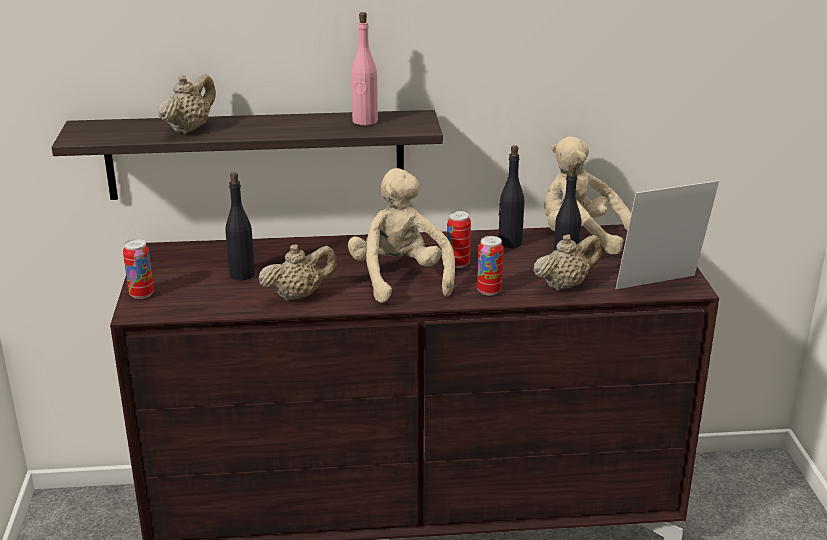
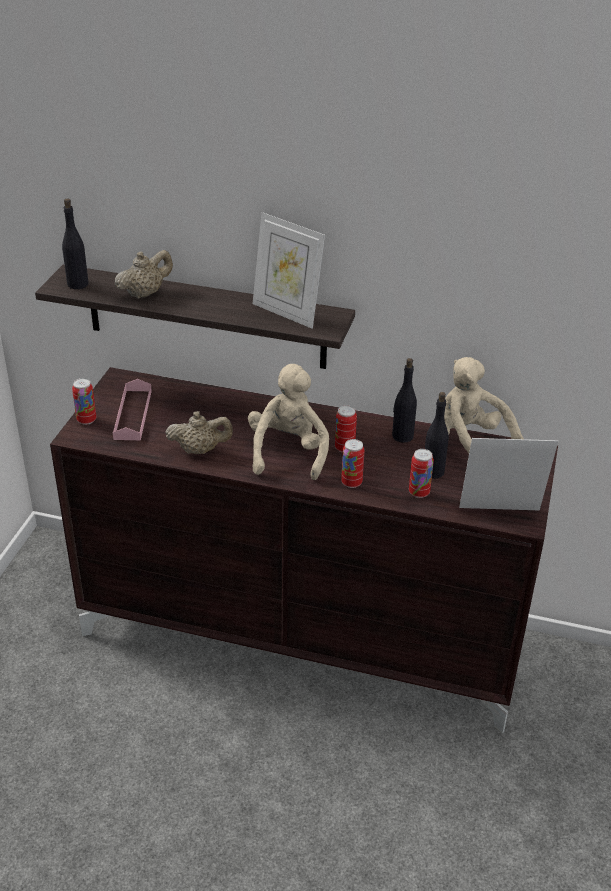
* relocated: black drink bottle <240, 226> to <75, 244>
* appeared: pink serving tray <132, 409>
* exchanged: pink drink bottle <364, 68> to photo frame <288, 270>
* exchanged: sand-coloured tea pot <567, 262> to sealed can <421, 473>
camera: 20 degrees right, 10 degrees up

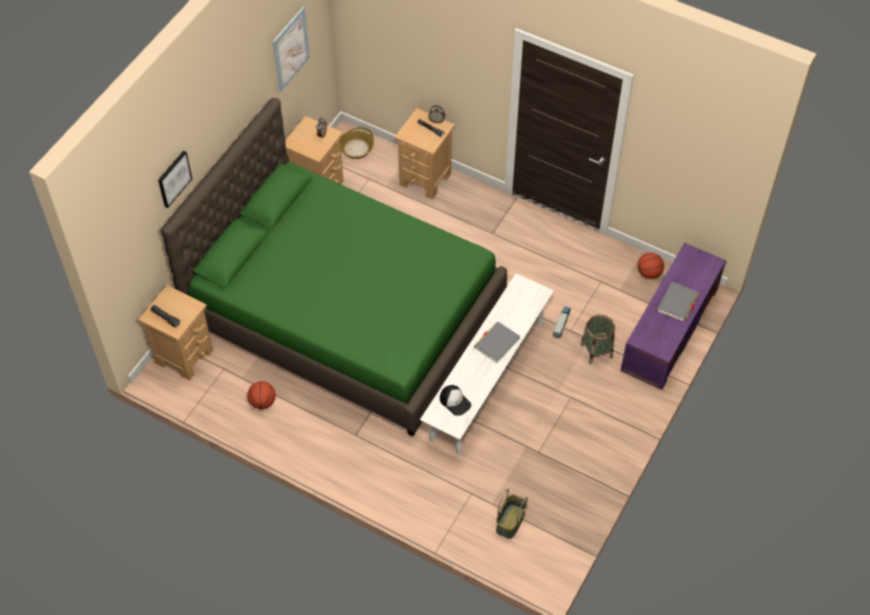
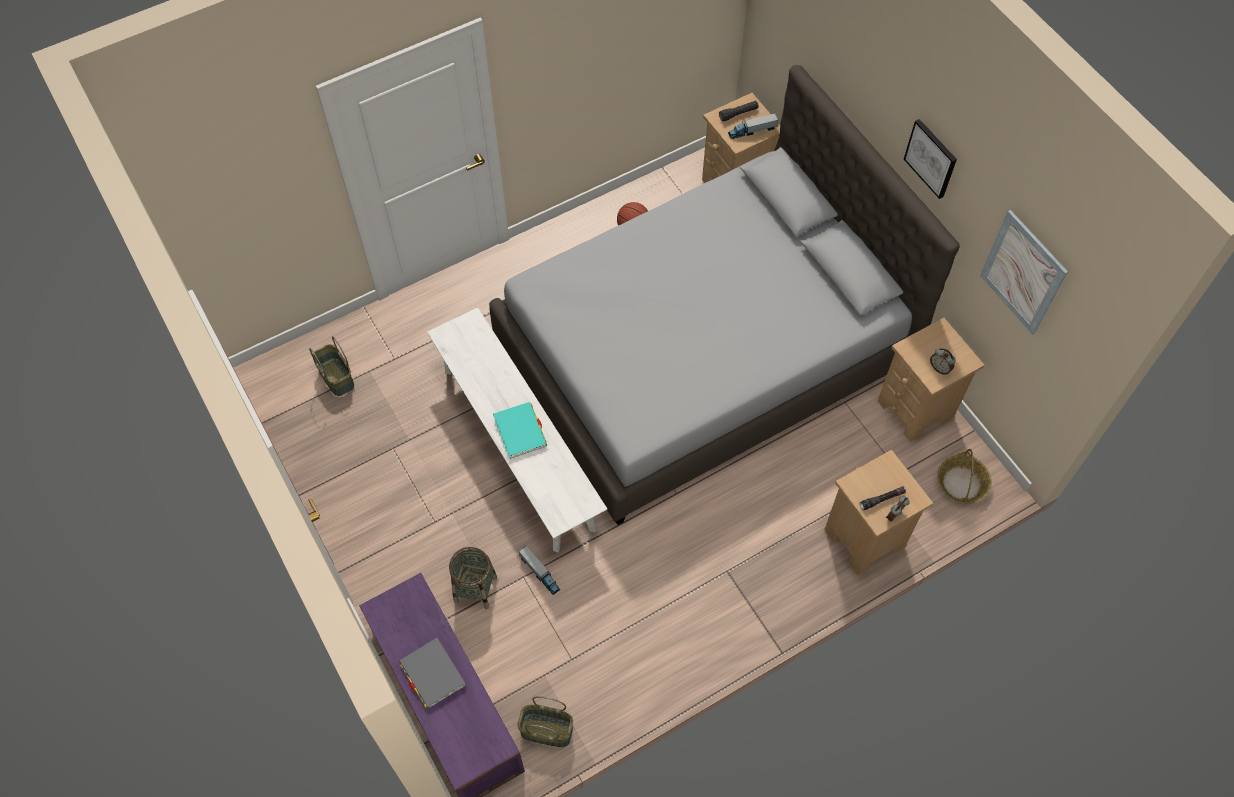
* colour: greenish sleeping bed <334, 267> to gray sleeping bed <724, 295>
* colour: gray bound book <497, 342> to blue-green bound book <520, 430>
* exchanged: basketball <651, 266> to storage basket <545, 721>
* appeared: toy truck <753, 126>
* relocated: wall picture <175, 179> to <930, 159>
* missing: cap <455, 400>
camera: 120 degrees right, 5 degrees up

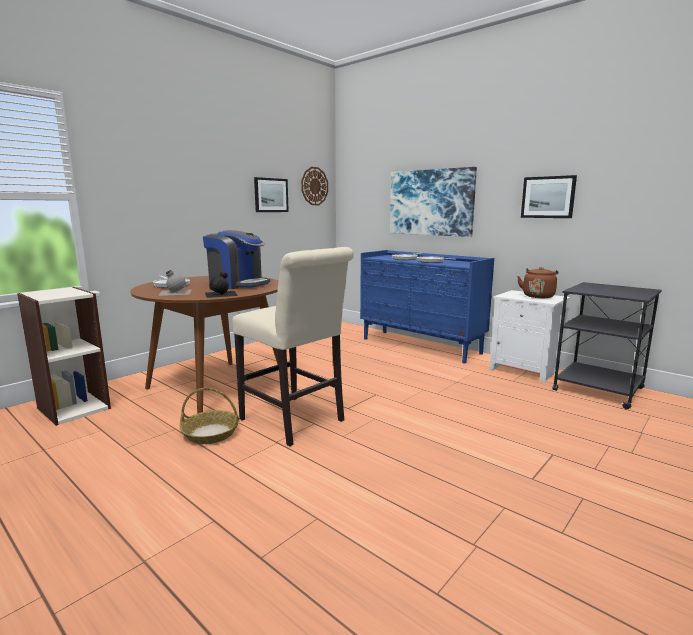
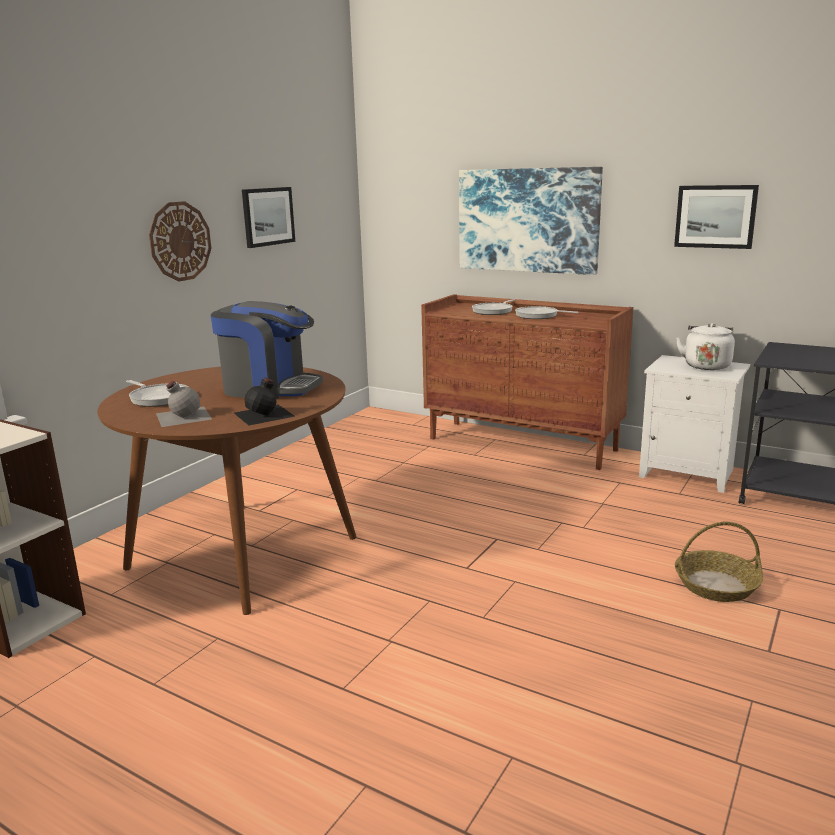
* relocated: wall clock <314, 186> to <180, 241>
* colour: bluish cupboard <427, 307> to brown cupboard <527, 382>
* relocated: storage basket <210, 416> to <719, 562>
* colour: brown water kettle <538, 282> to white-coloured water kettle <705, 346>
* missing: sand-coloured stool seat <293, 346>
camera: 10 degrees left, 5 degrees up

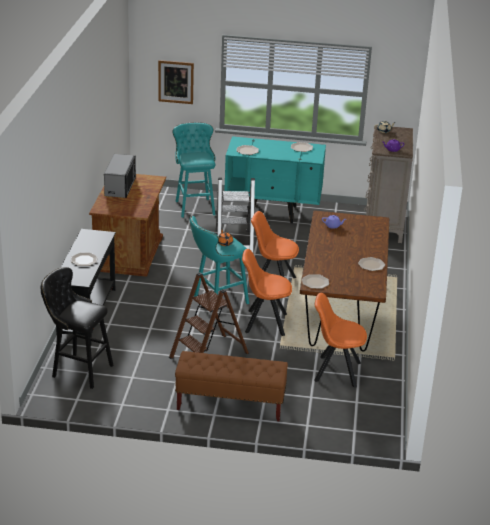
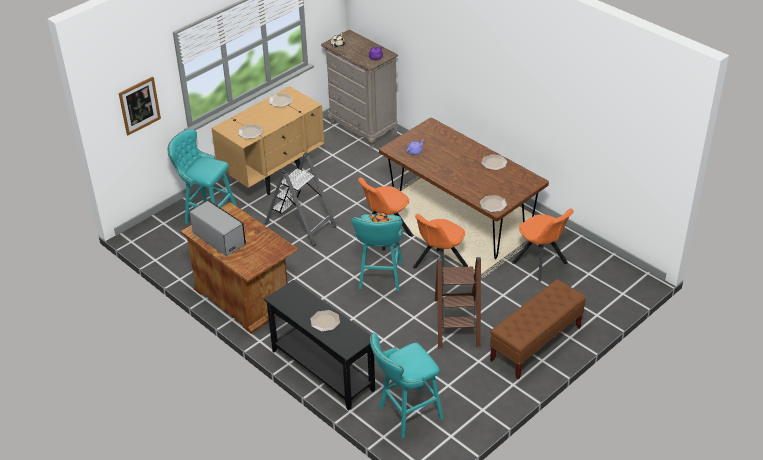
* colour: blue-green drawer chest <275, 179> to sand-coloured drawer chest <267, 140>
* colour: black stool seat <77, 328> to blue-green stool seat <407, 385>
* spun: orange-coloured plain chair <340, 340> = <543, 245> 90 degrees counterclockwise
camera: 50 degrees left, 10 degrees up

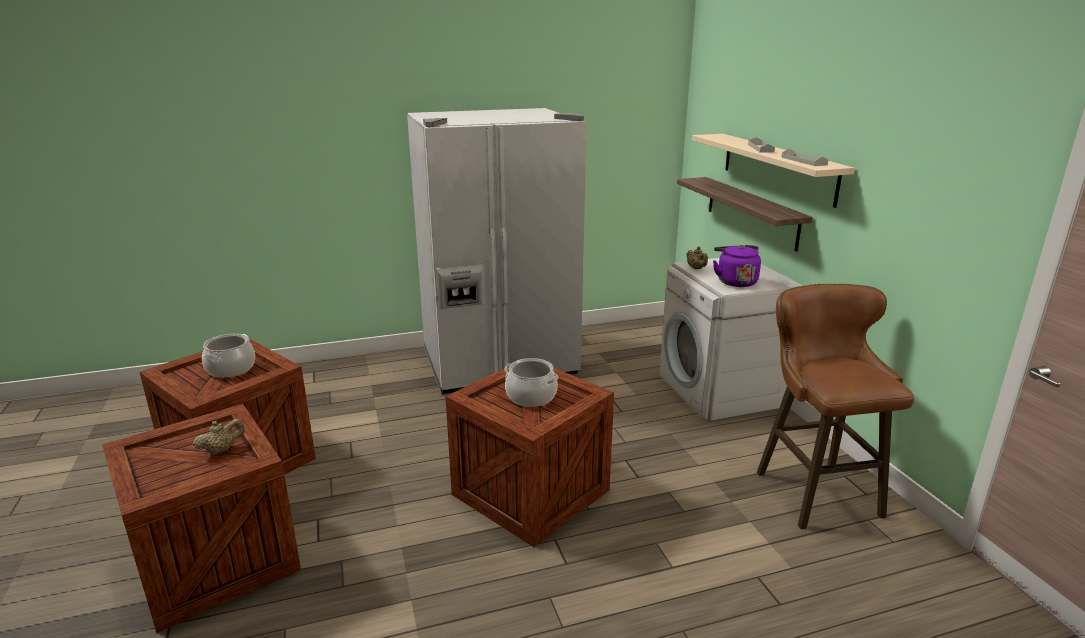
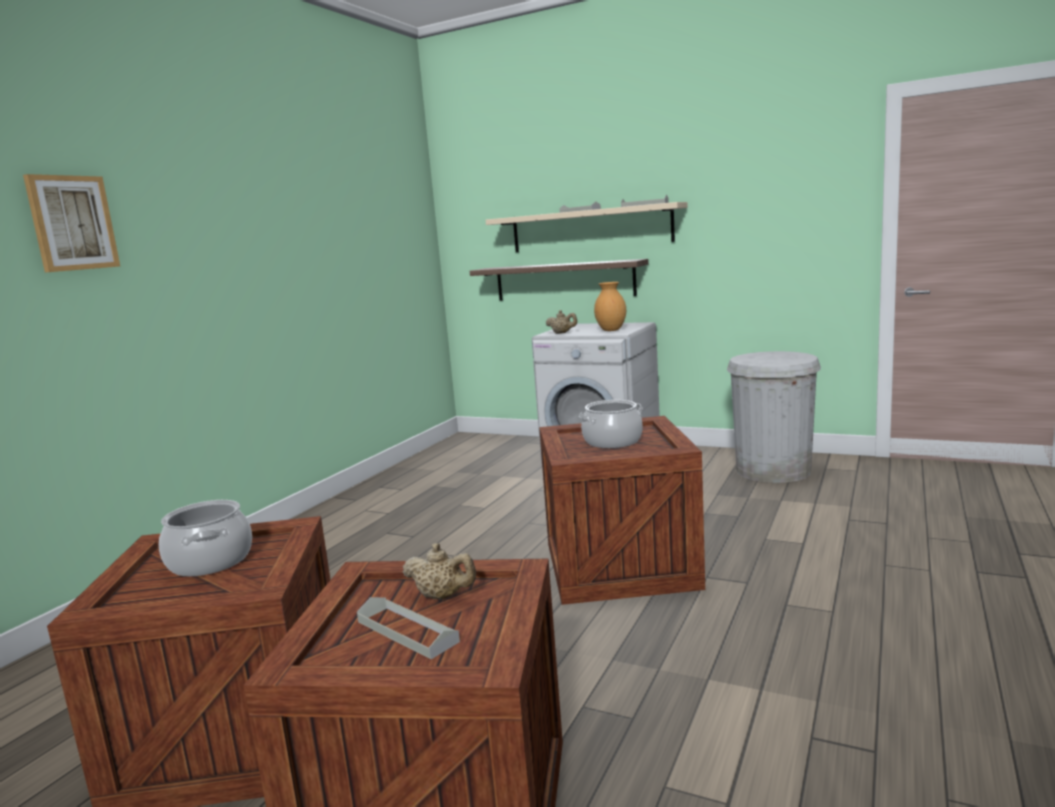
* appeared: wall picture <71, 223>
* appeared: gray serving tray <408, 628>
* spun: sand-coloured tea pot <219, 437> = <439, 571> 105 degrees clockwise
* exchanged: purplish water kettle <737, 266> to brown decorative vase <610, 306>
* exchanged: brown stool seat <835, 406> to white-coloured trash can <774, 417>
* missing: white-coloured refrigerator <497, 251>
camera: 45 degrees left, 10 degrees down

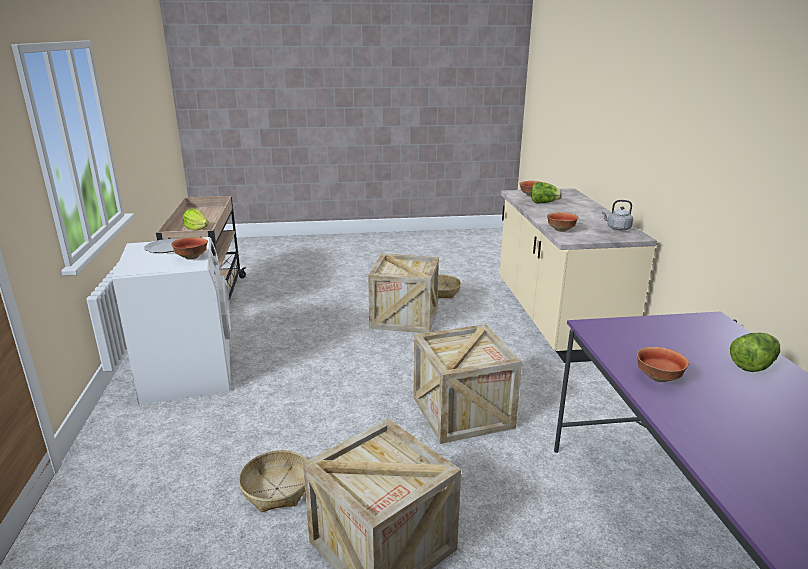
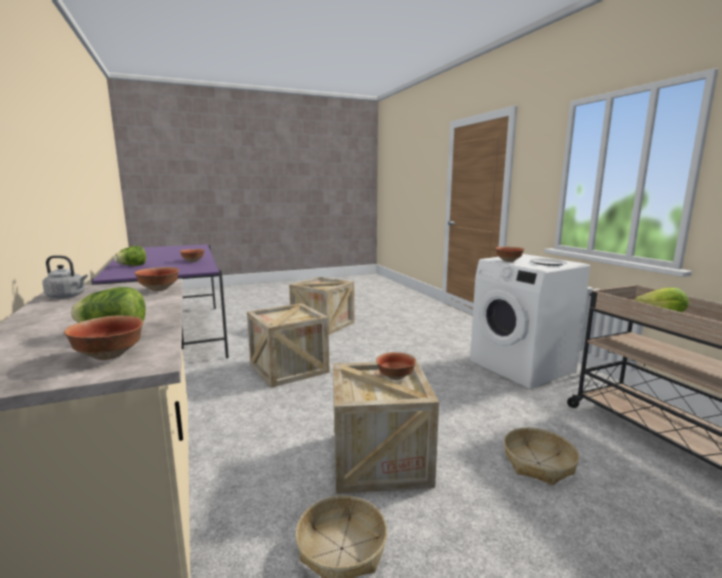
* appeared: bowl <396, 366>
* relocated: storage basket <272, 481> to <541, 456>
camera: 165 degrees right, 10 degrees down

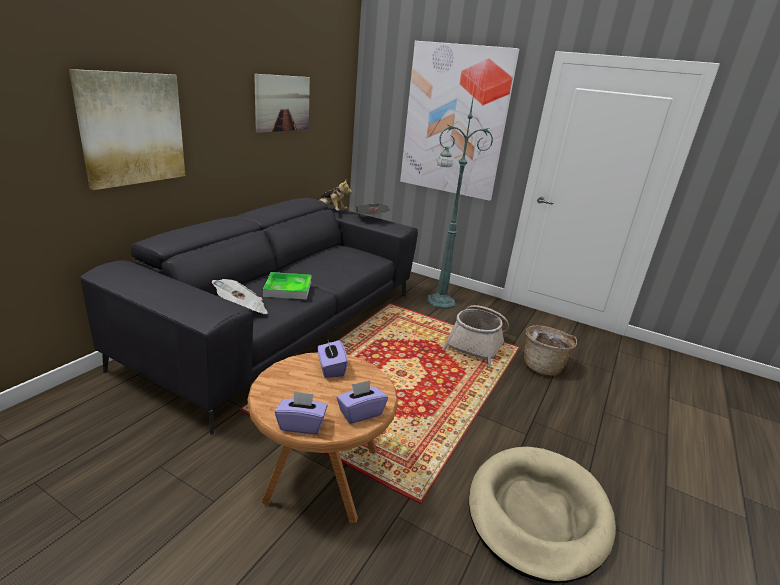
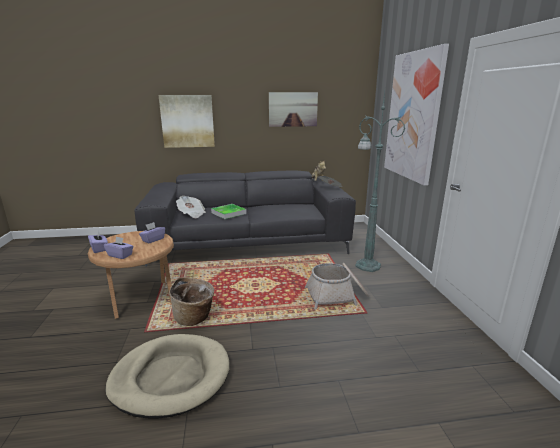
* relocated: storage basket <550, 350> to <191, 301>
camera: 55 degrees right, 5 degrees down

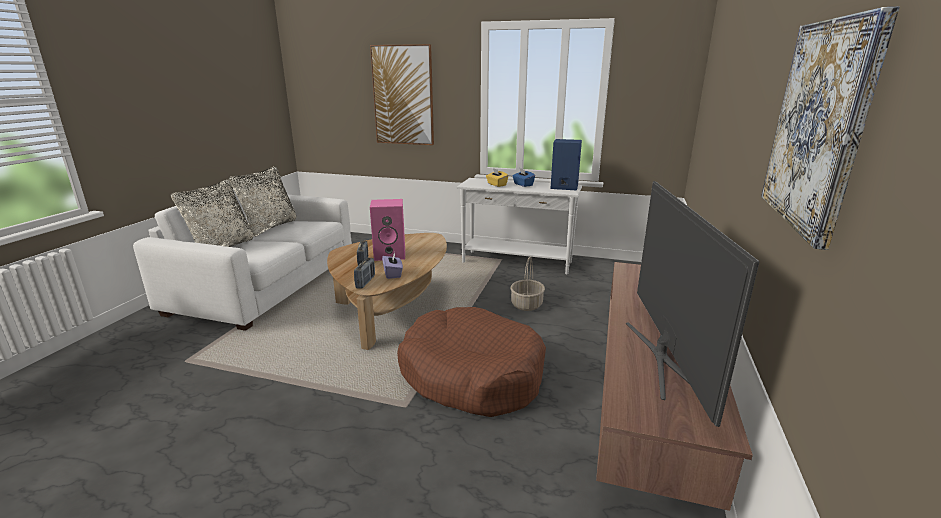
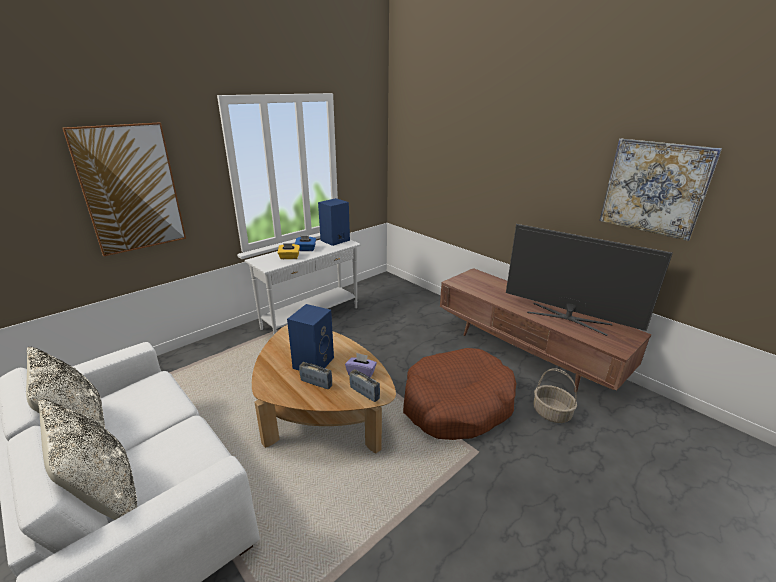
* colour: pink loudspeaker <387, 230> to bluish loudspeaker <310, 337>
* relocated: storage basket <527, 284> to <555, 395>
camera: 60 degrees left, 5 degrees up

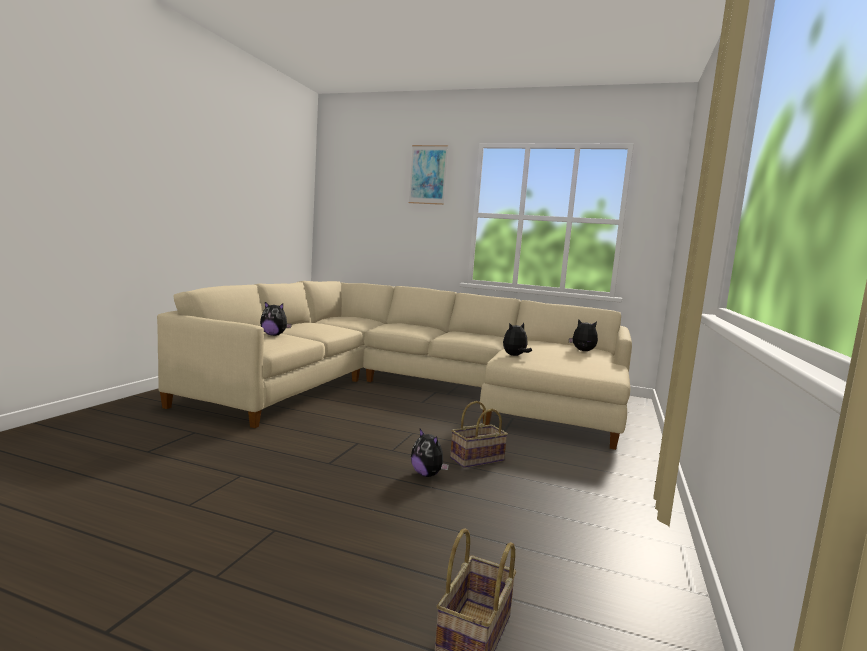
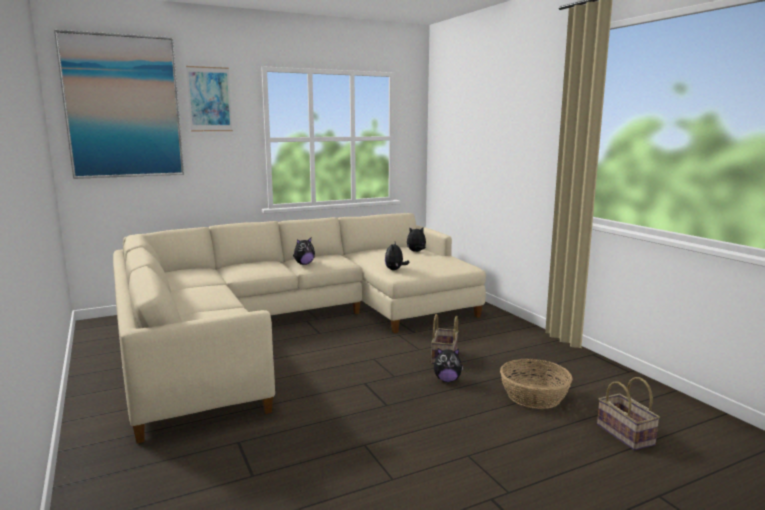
* appeared: wall picture <119, 104>
* relocated: soft toy <276, 319> to <304, 251>
* appeared: storage basket <536, 384>
camera: 45 degrees left, 5 degrees up

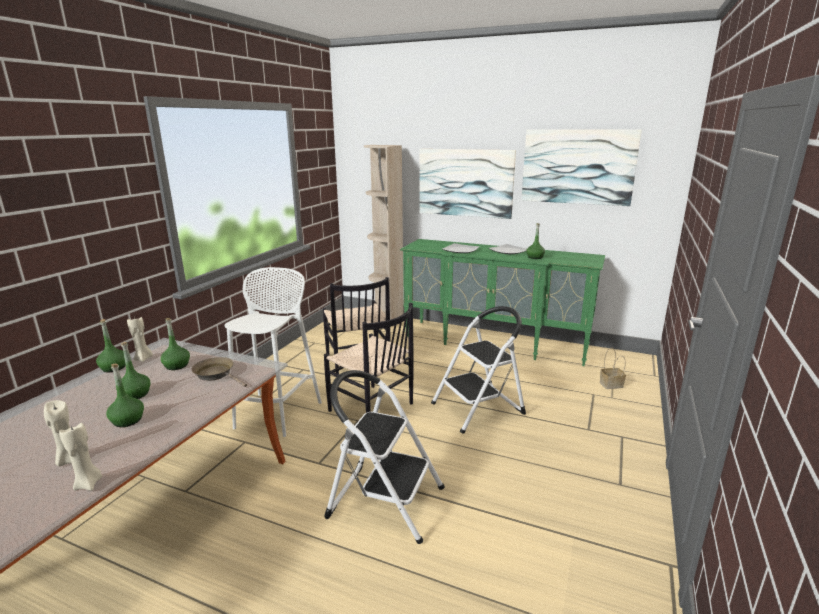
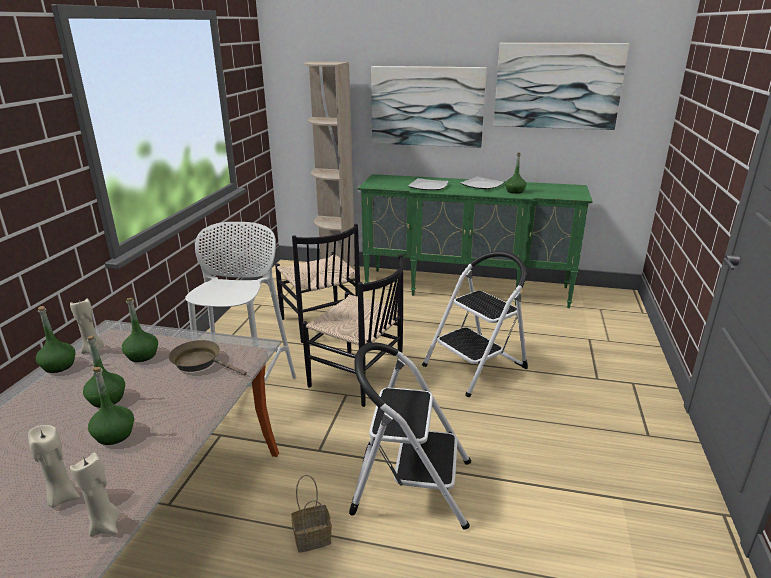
* relocated: storage basket <613, 368> to <311, 514>
camera: 10 degrees left, 5 degrees up

